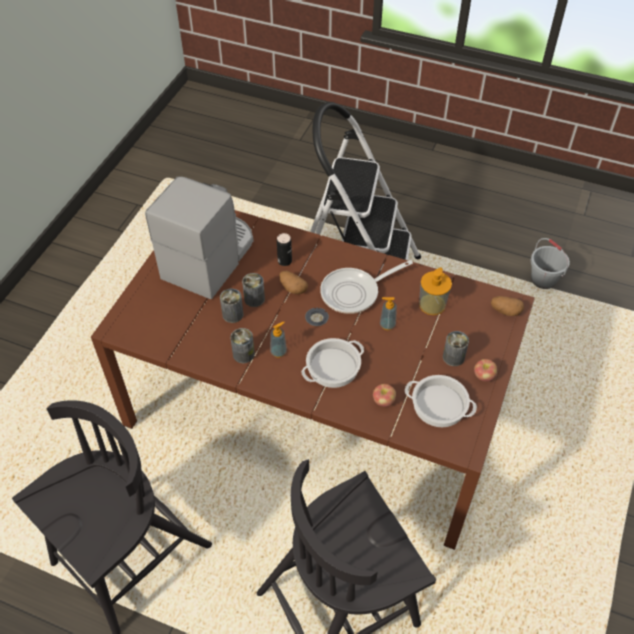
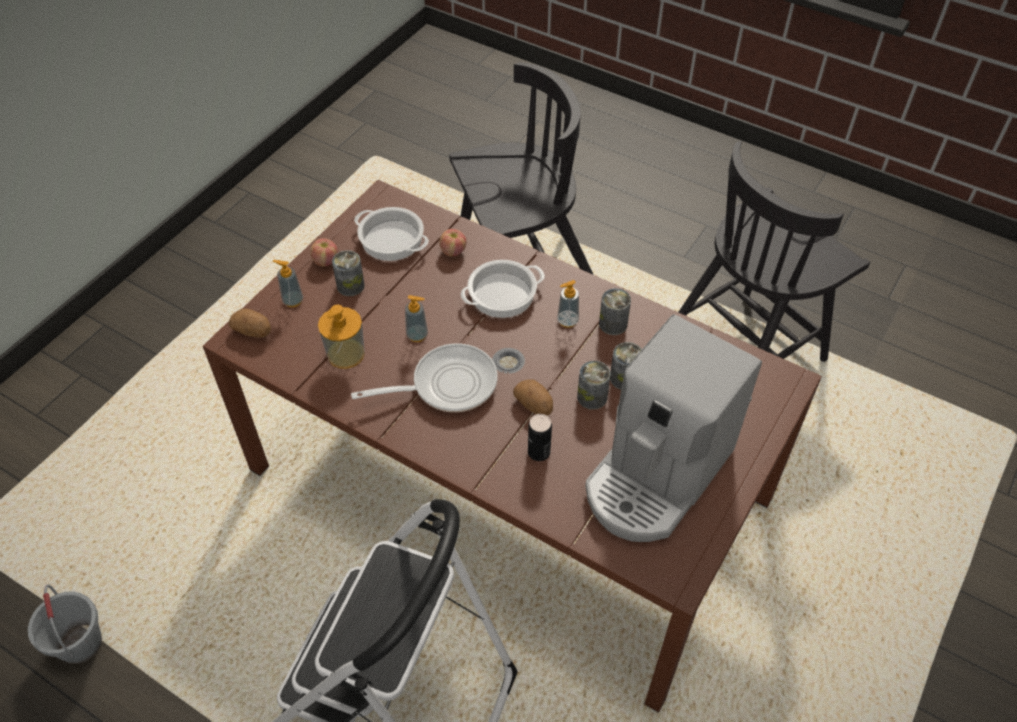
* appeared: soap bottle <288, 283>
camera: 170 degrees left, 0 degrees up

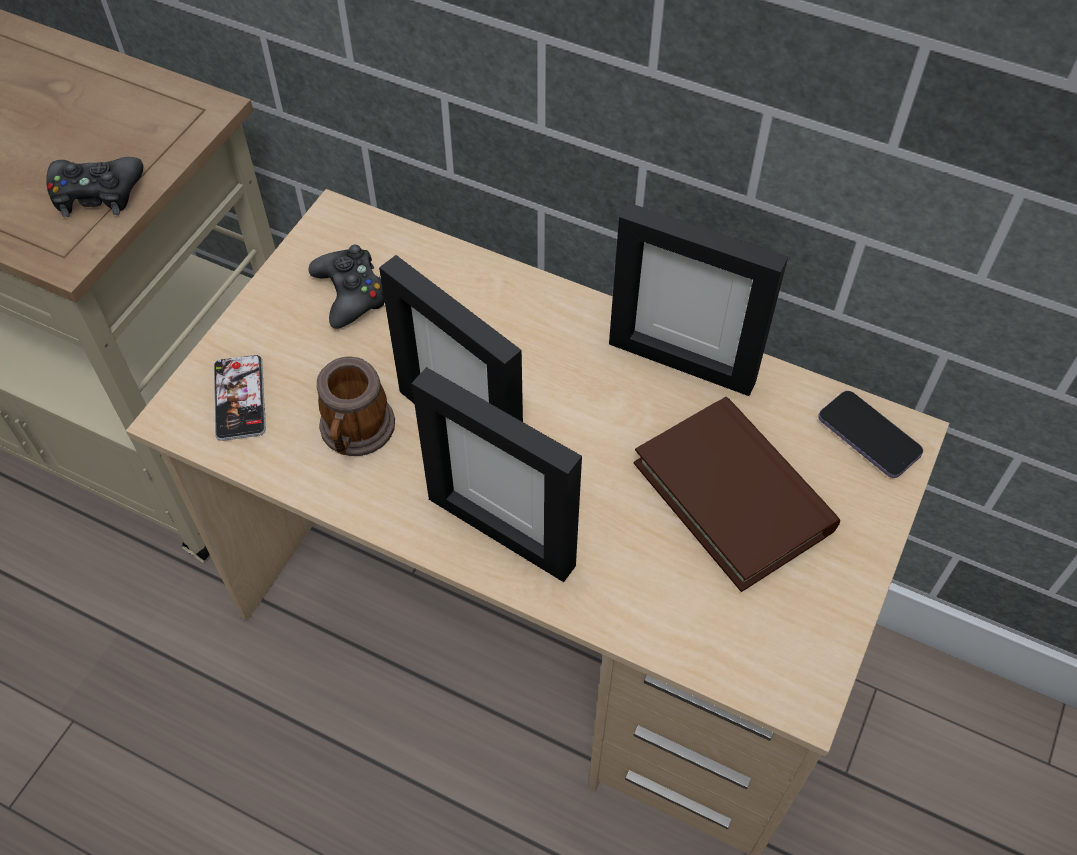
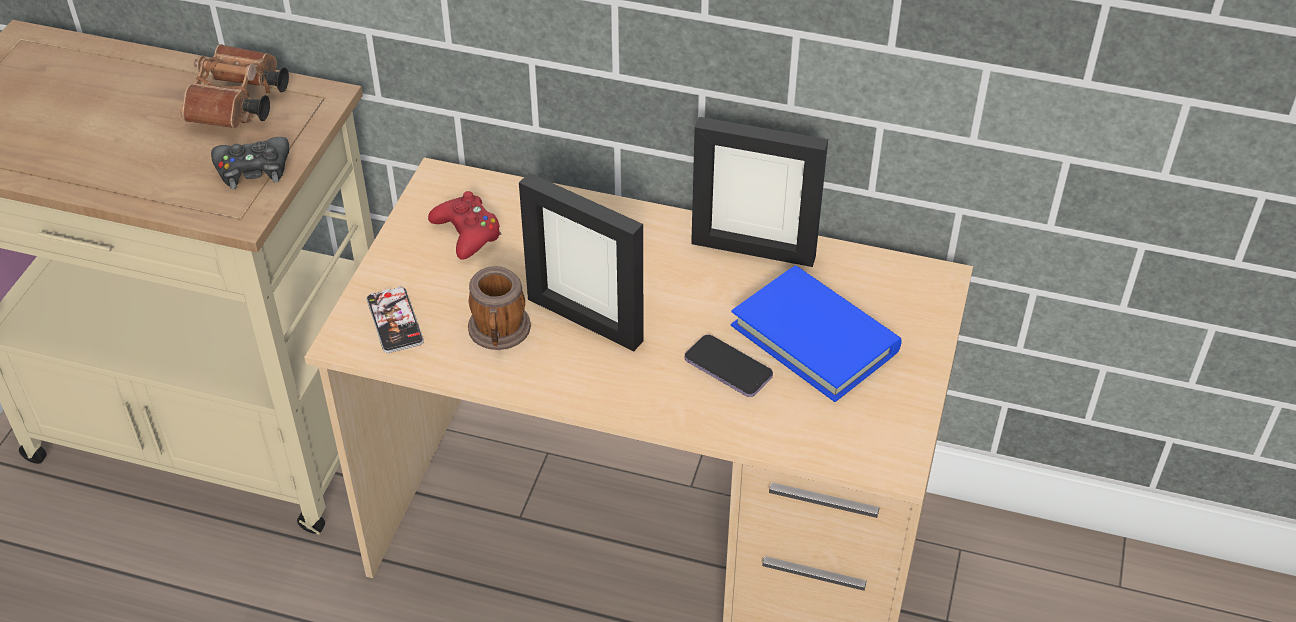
* appeared: brown field glasses <234, 86>
* colour: black joypad <347, 287> to reddish joypad <464, 225>
* relocated: handset <870, 434> to <729, 365>
* colour: brown bound book <736, 494> to bluish bound book <816, 333>
* missing: photo frame <496, 474>
camera: 10 degrees left, 10 degrees down

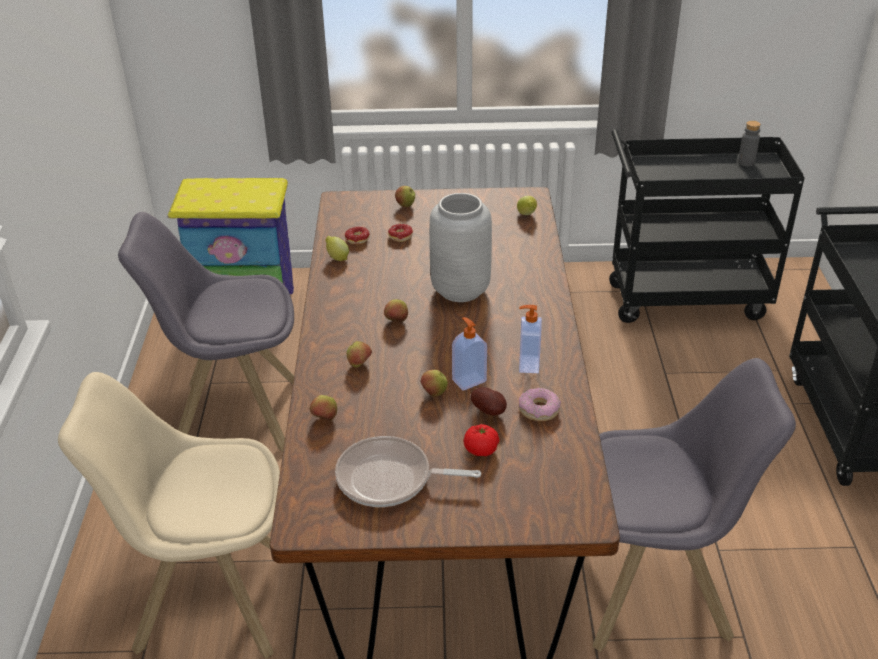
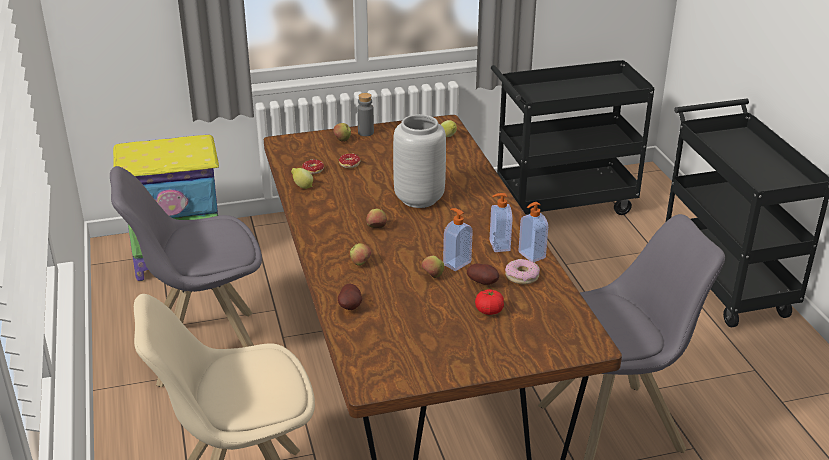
* exchanged: apple fruit <323, 407> to whole potato <350, 297>
* relocated: gray drink bottle <749, 144> to <365, 114>
* appeared: soap bottle <533, 232>
* missing: skillet <408, 471>
camera: 15 degrees left, 5 degrees down

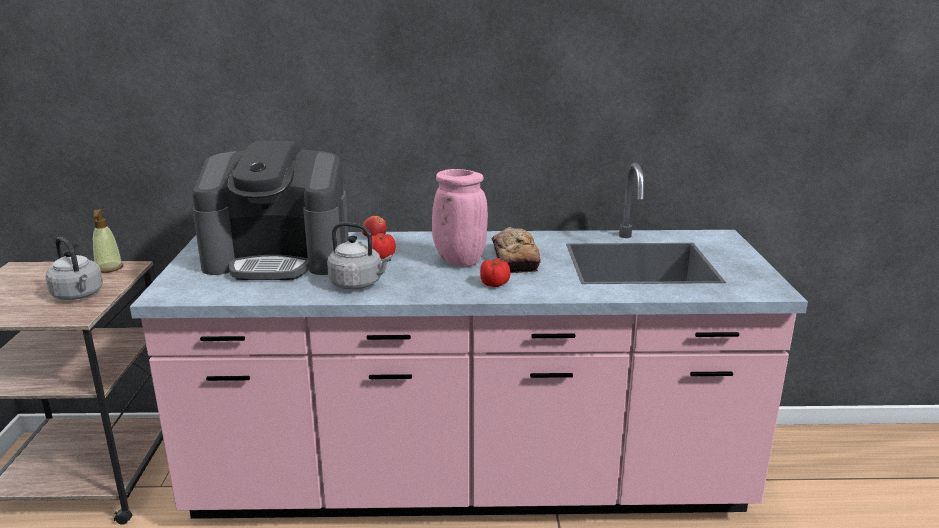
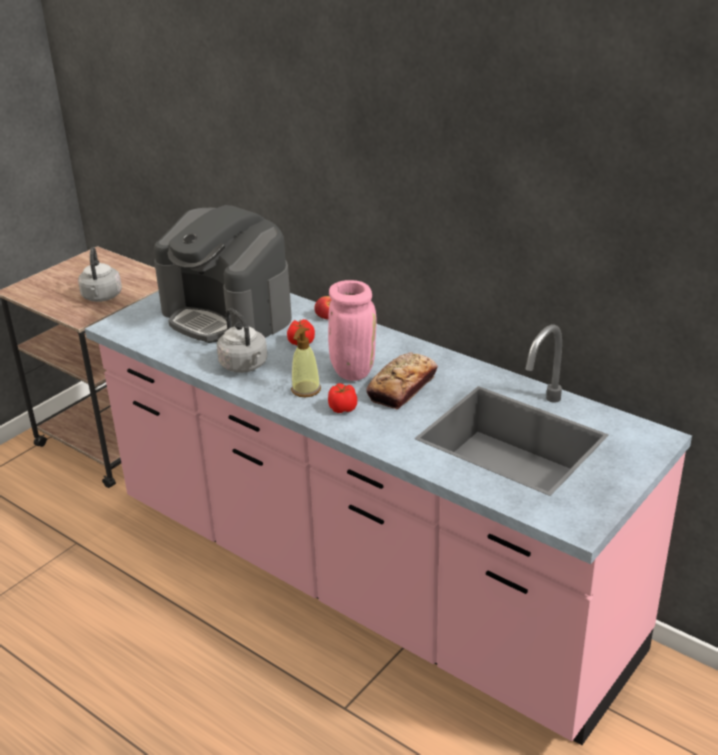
* relocated: soap bottle <108, 241> to <306, 362>
camera: 40 degrees right, 10 degrees up

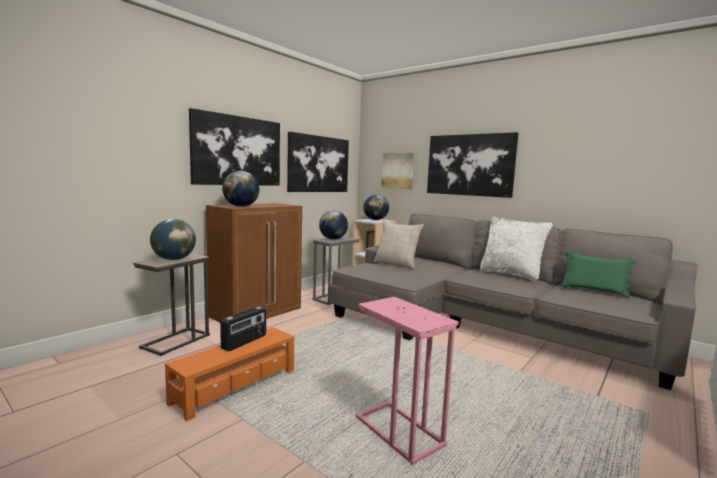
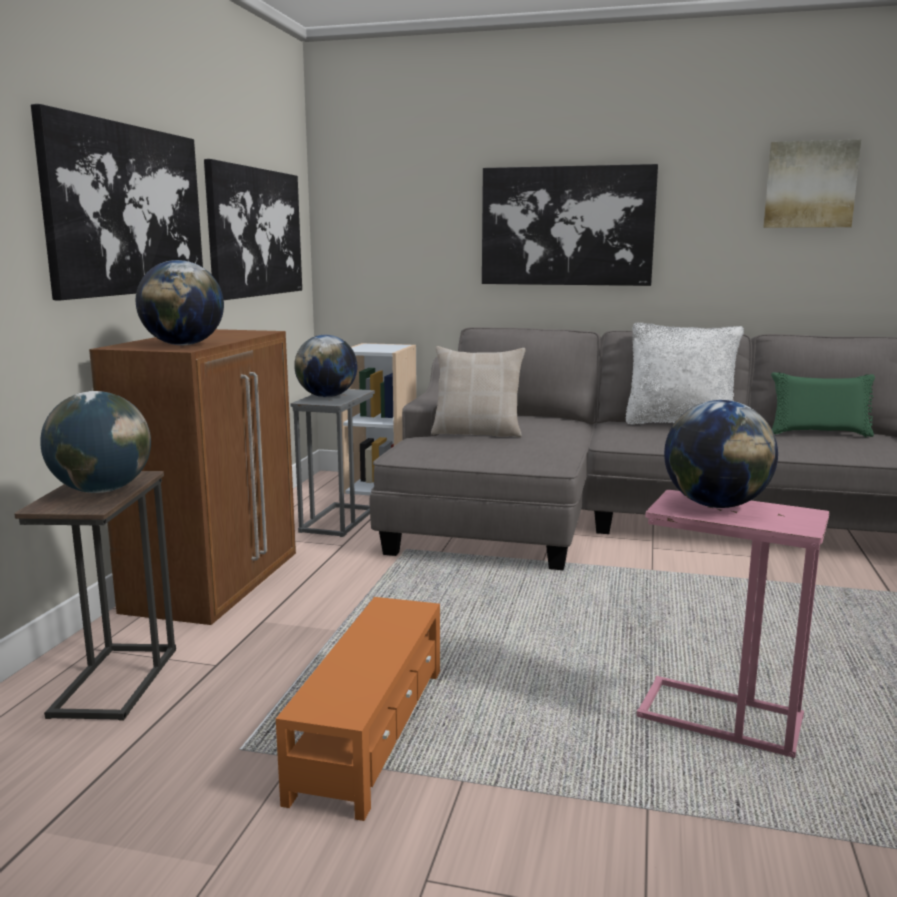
* relocated: world globe <376, 207> to <721, 454>
* relocated: wall picture <397, 171> to <812, 184>
* missing: radio set <243, 329>
camera: 25 degrees left, 5 degrees up

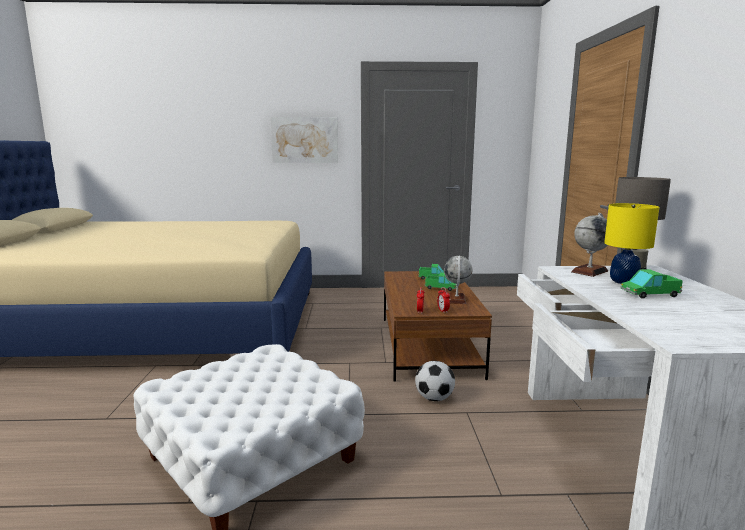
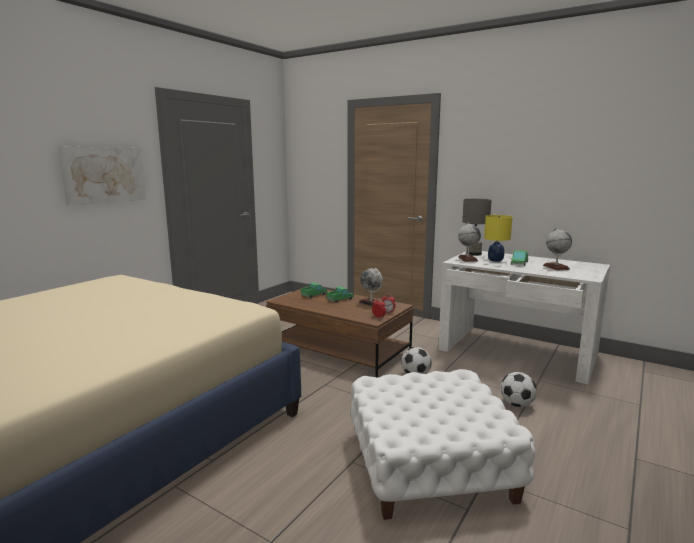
* appeared: football ball <518, 389>
* appeared: world globe <557, 249>
camera: 55 degrees left, 0 degrees up

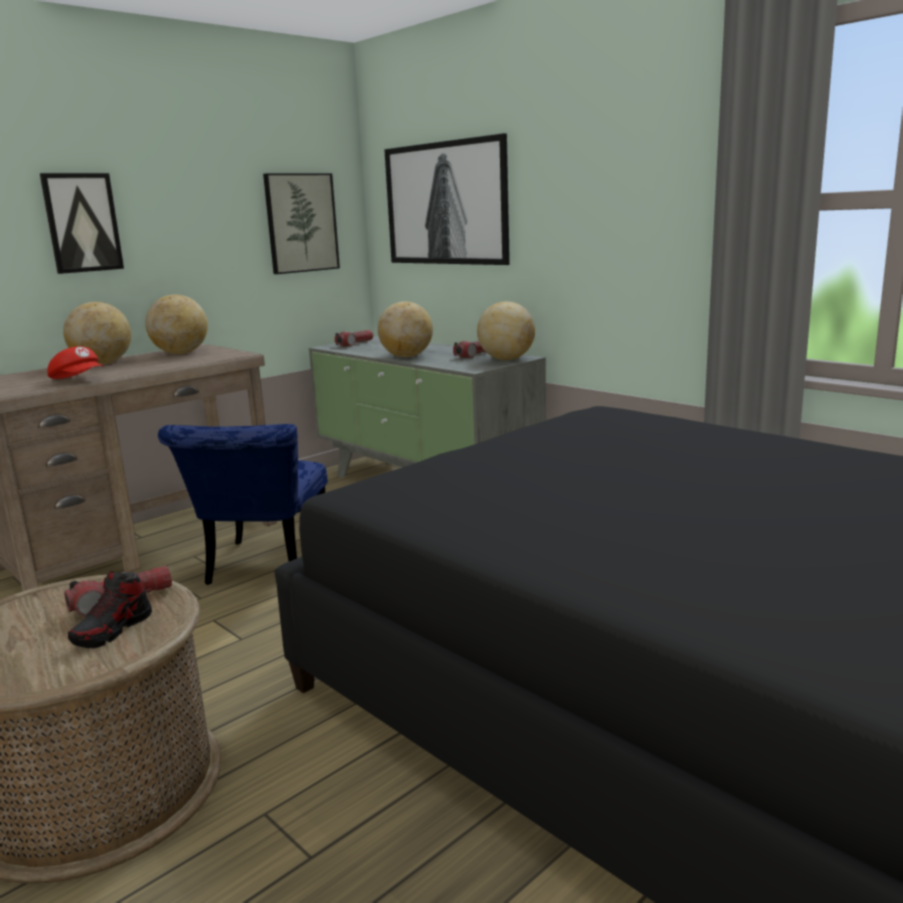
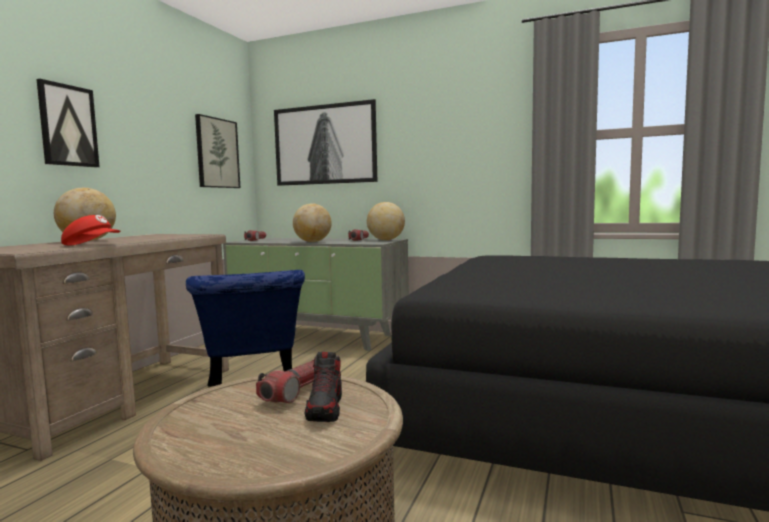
* missing: world globe <176, 324>
camera: 25 degrees left, 10 degrees down

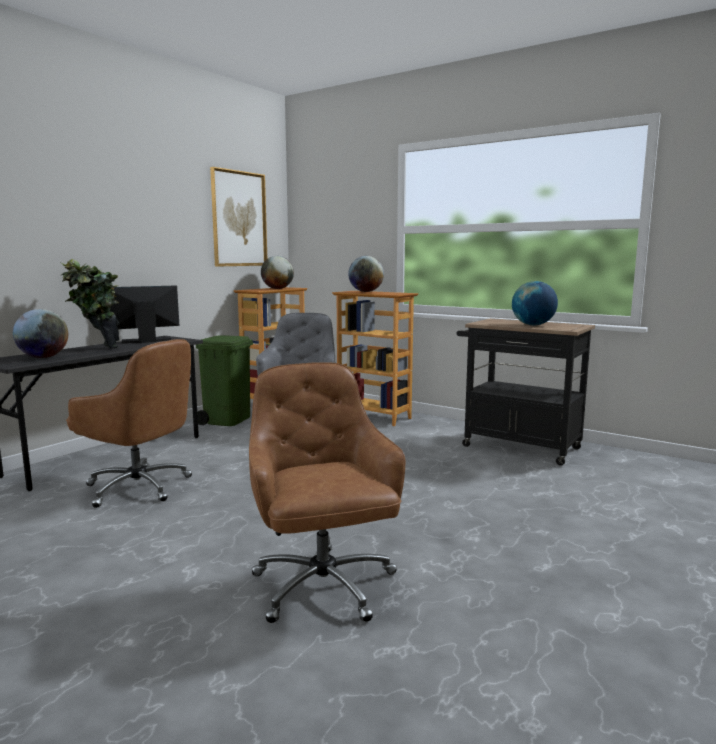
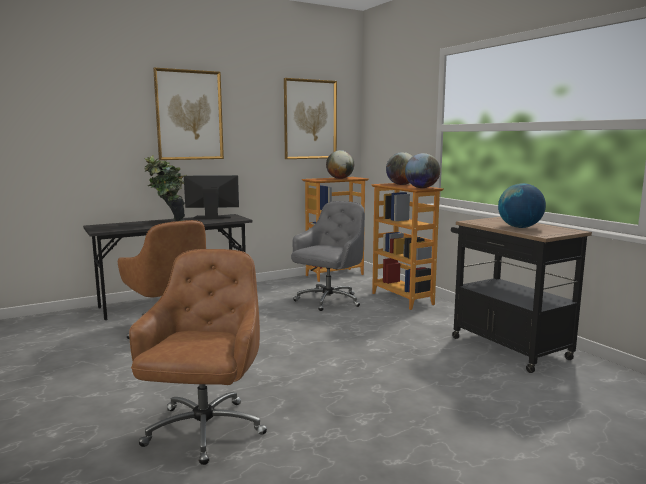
* appeared: wall picture <188, 113>
* relocated: world globe <40, 333> to <422, 170>
* missing: greenish trash can <224, 380>
camera: 25 degrees right, 0 degrees up

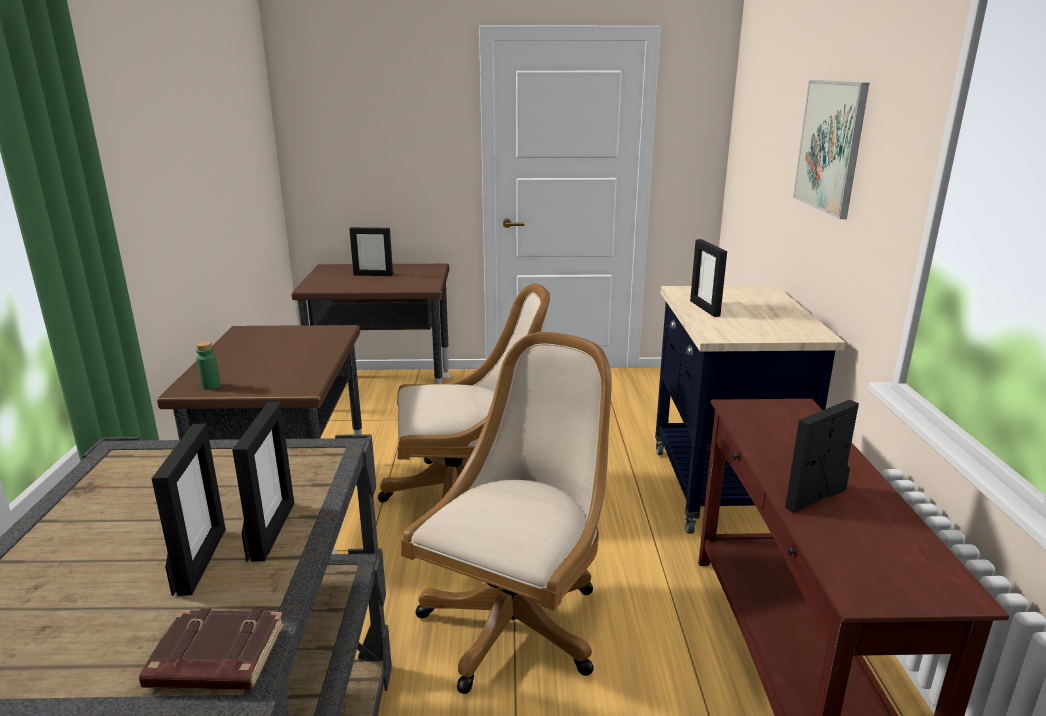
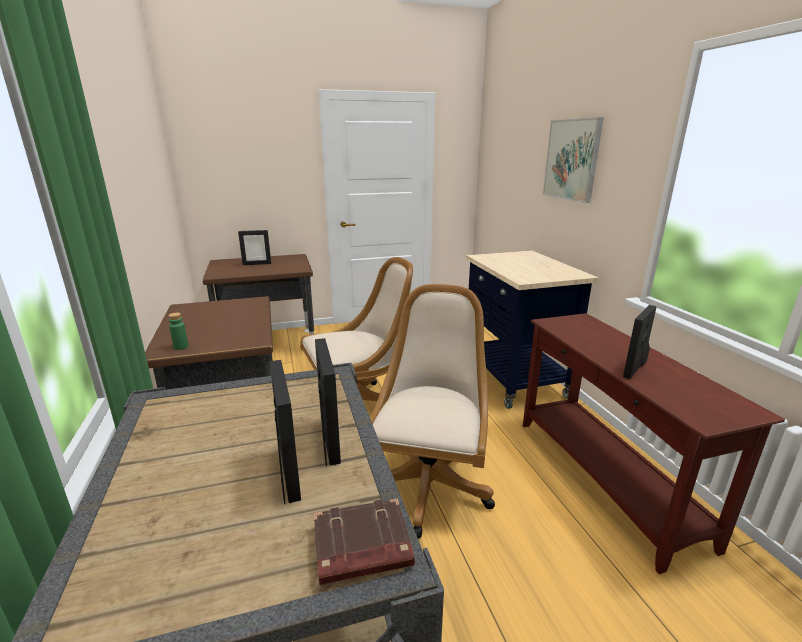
* missing: photo frame <708, 278>
camera: 15 degrees left, 0 degrees up

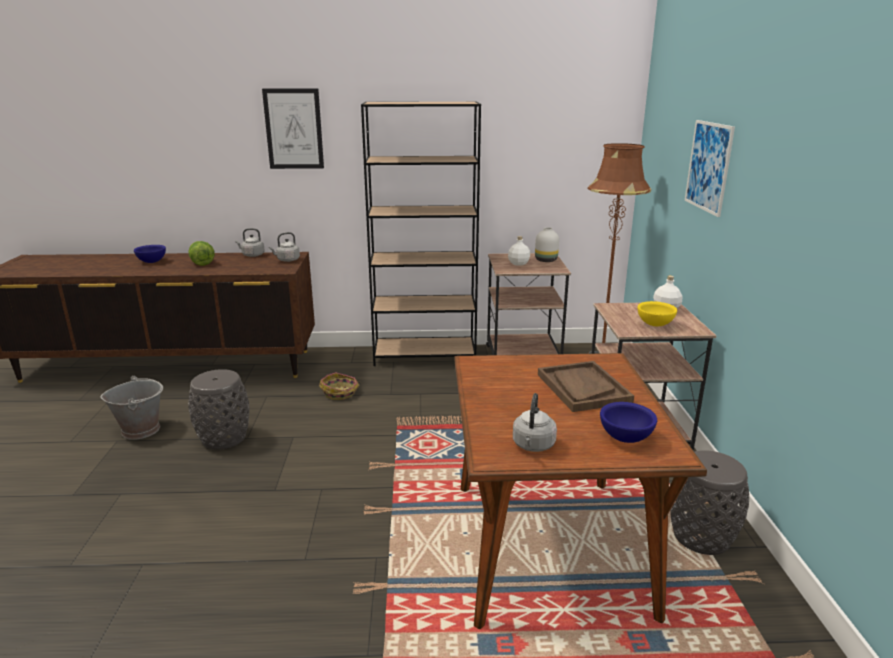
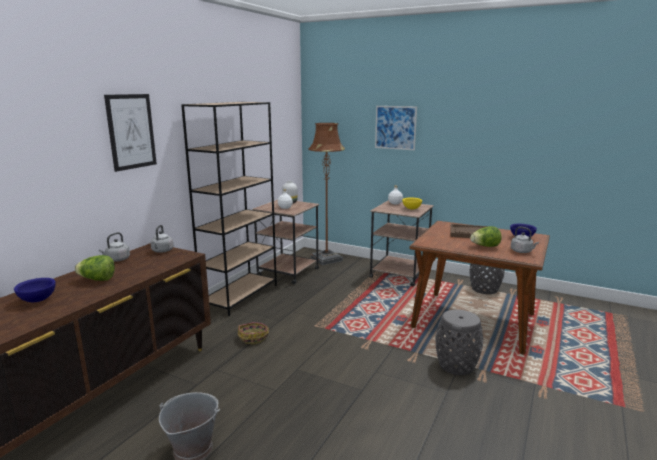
* relocated: gray stool seat <218, 409> to <459, 342>
* appeared: lettuce head <485, 236>
camera: 60 degrees left, 5 degrees down

